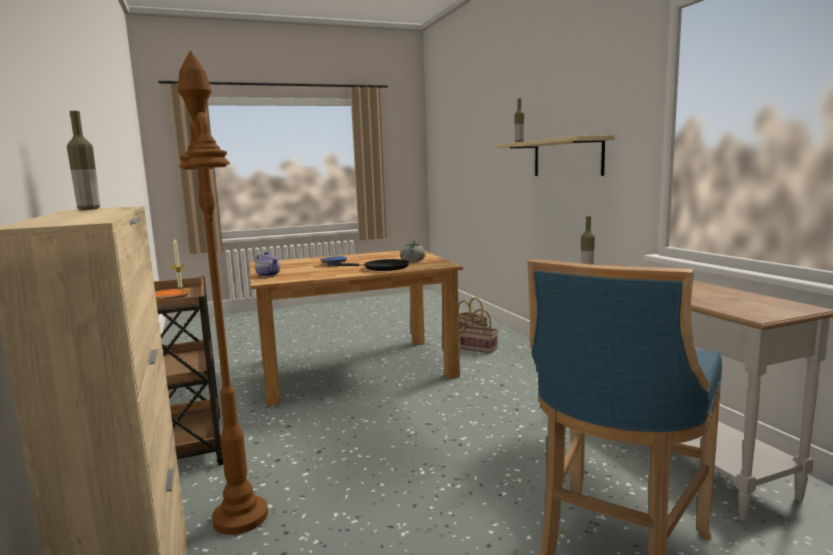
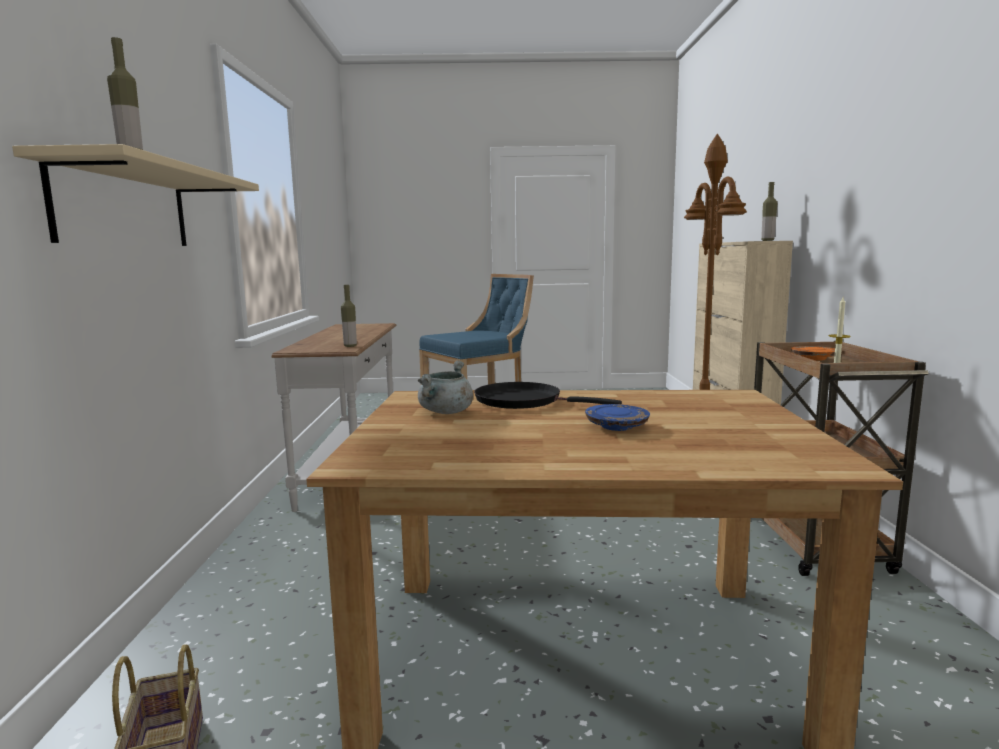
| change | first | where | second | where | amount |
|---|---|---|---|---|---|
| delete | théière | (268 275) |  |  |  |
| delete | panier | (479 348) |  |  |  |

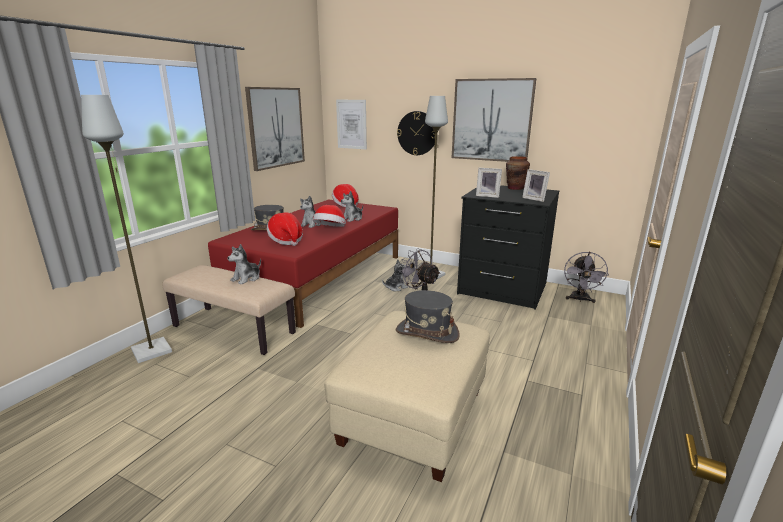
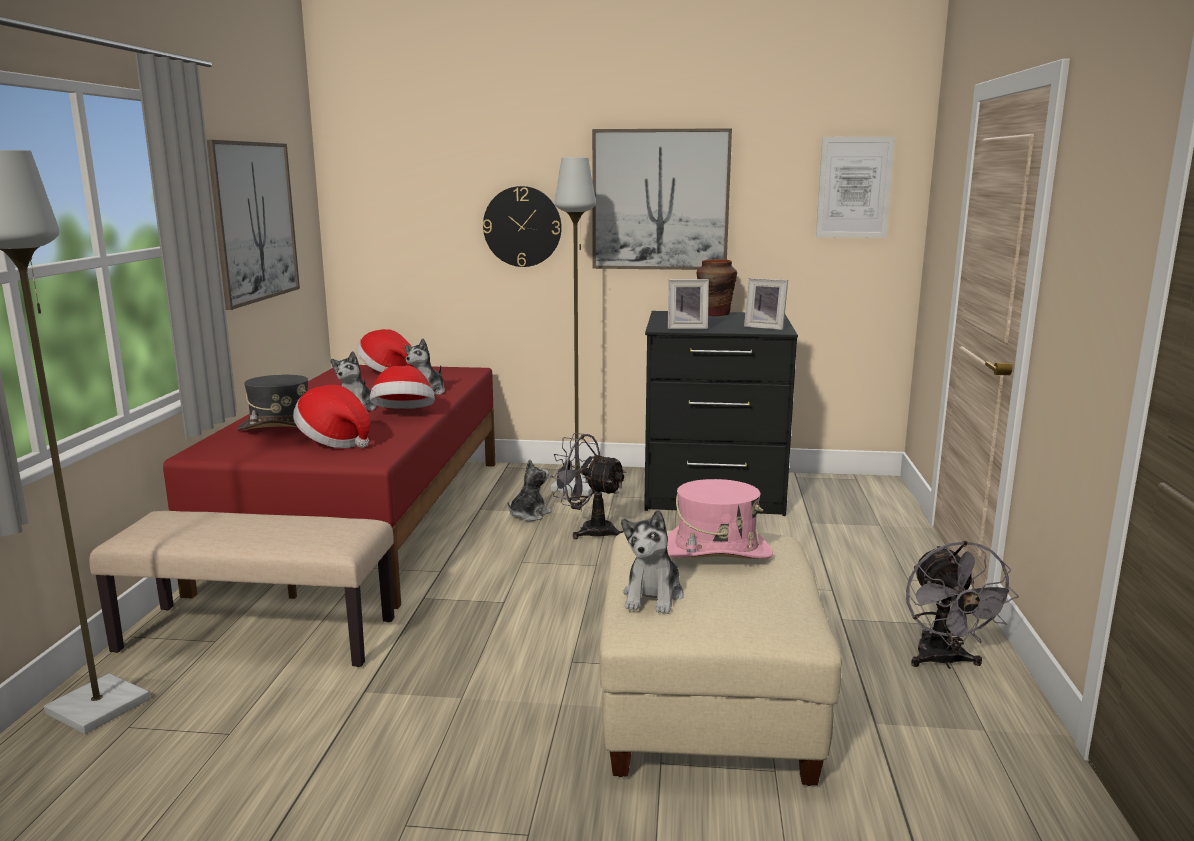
| change | first | where | second | where | amount |
|---|---|---|---|---|---|
| move | tableau | (351 124) |  | (854 187) |  |
| move | peluche | (246 278) |  | (653 596) |  |
| move | ventilateur/gris | (580 299) |  | (944 662) |  |
| recolor | chapeau/gris | (427 333) | chapeau/rose | (716 552) |  |

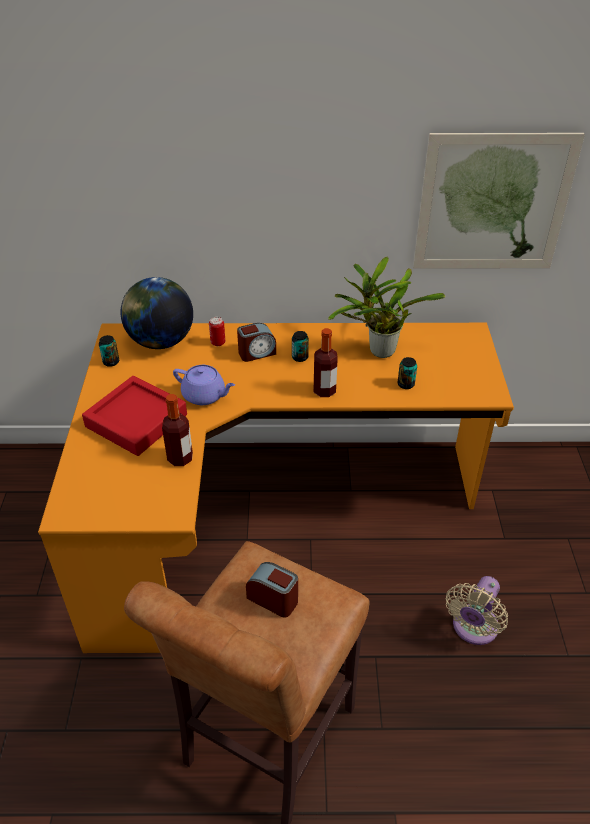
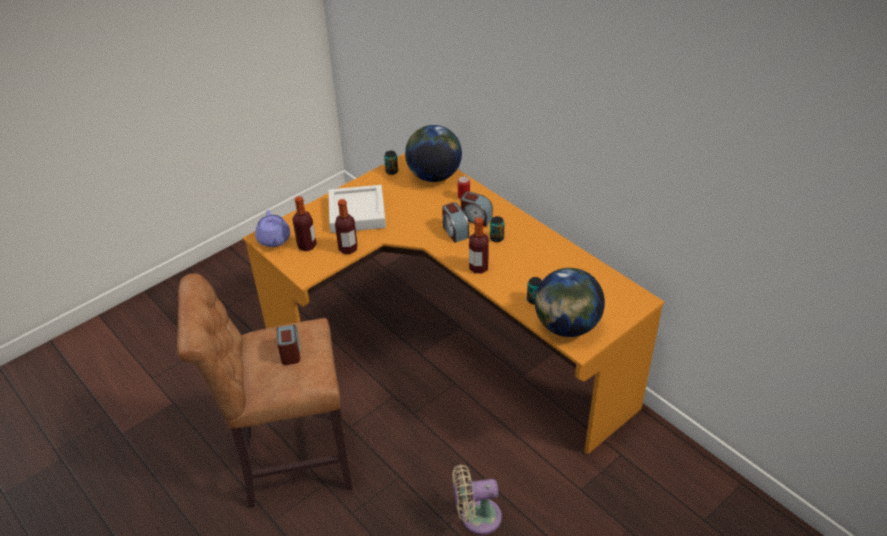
| change | first | where | second | where | amount |
|---|---|---|---|---|---|
| delete | tableau | (493 204) |  |  |  |
| delete | plante en pot | (378 351) |  |  |  |
| move | théière/violet | (205 395) |  | (274 240) |  |
| recolor | plateau/rouge | (136 420) | plateau/blanc | (357 213) |  |
| insert |  |  | bouteille | (307 246) |  |
| insert |  |  | réveil | (455 231) |  |
| insert |  |  | globe | (566 326) |  |

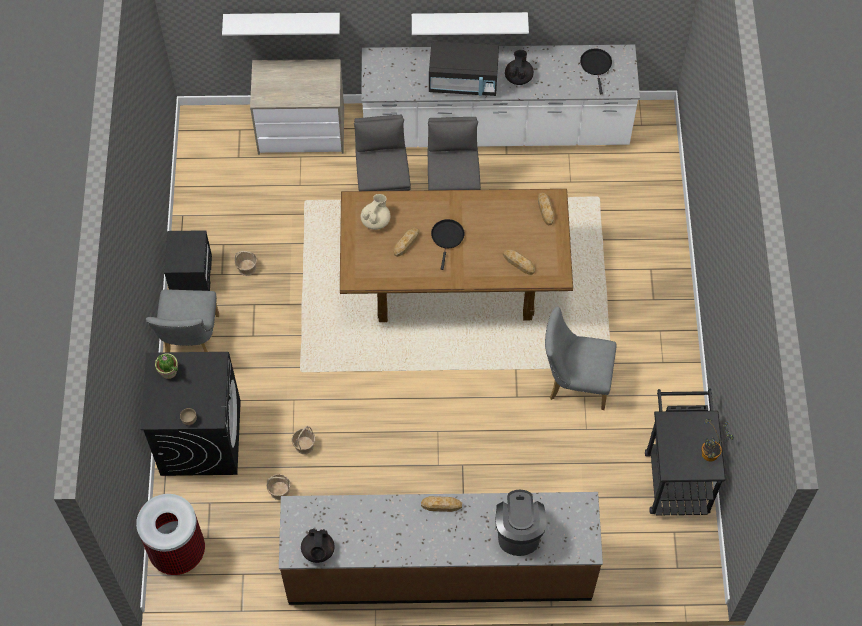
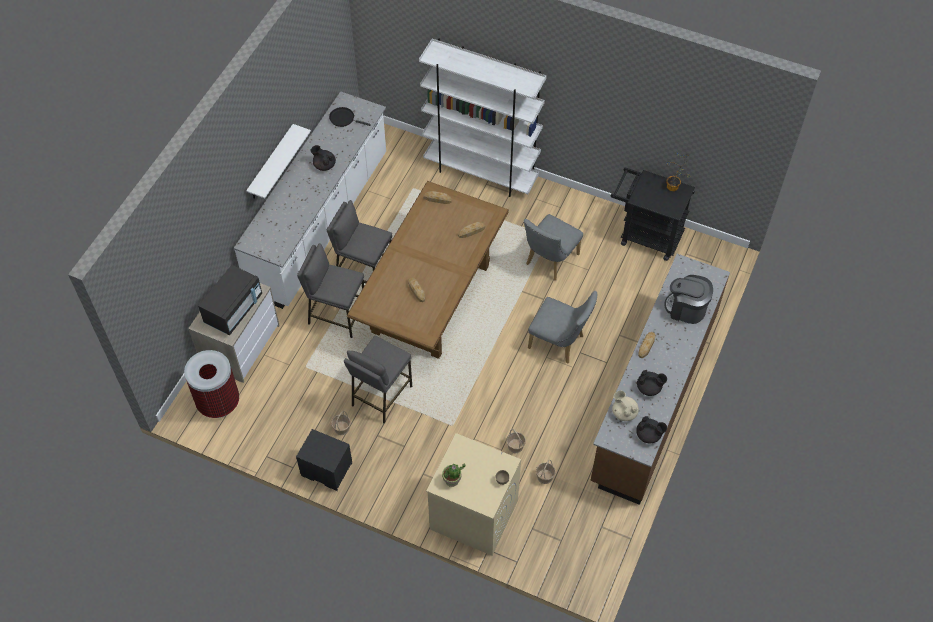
| change | first | where | second | where | amount |
|---|---|---|---|---|---|
| delete | étagère/blanc | (282 21) |  |  |  |
| move | micro-ondes/noir | (463 81) |  | (234 309) |  |
| move | théière/beige | (376 220) |  | (624 412) |  |
| delete | poêle/noir | (447 238) |  |  |  |
| move | chaise/gris | (190 342) |  | (560 343) |  |
| recolor | lave-linge/noir | (200 437) | lave-linge/beige | (473 515) |  |
| move | poubelle | (178 551) |  | (218 402) |  |
| insert |  |  | bibliothèque/blanc | (481 173) |  |
| insert |  |  | tabouret/gris | (381 395) |  |
| insert |  |  | théière/noir | (649 388) |  |

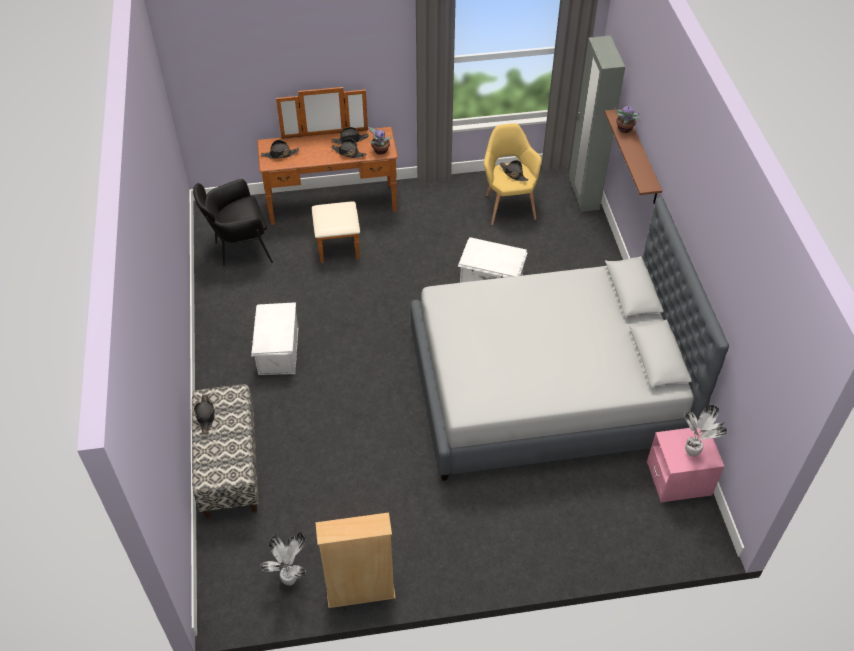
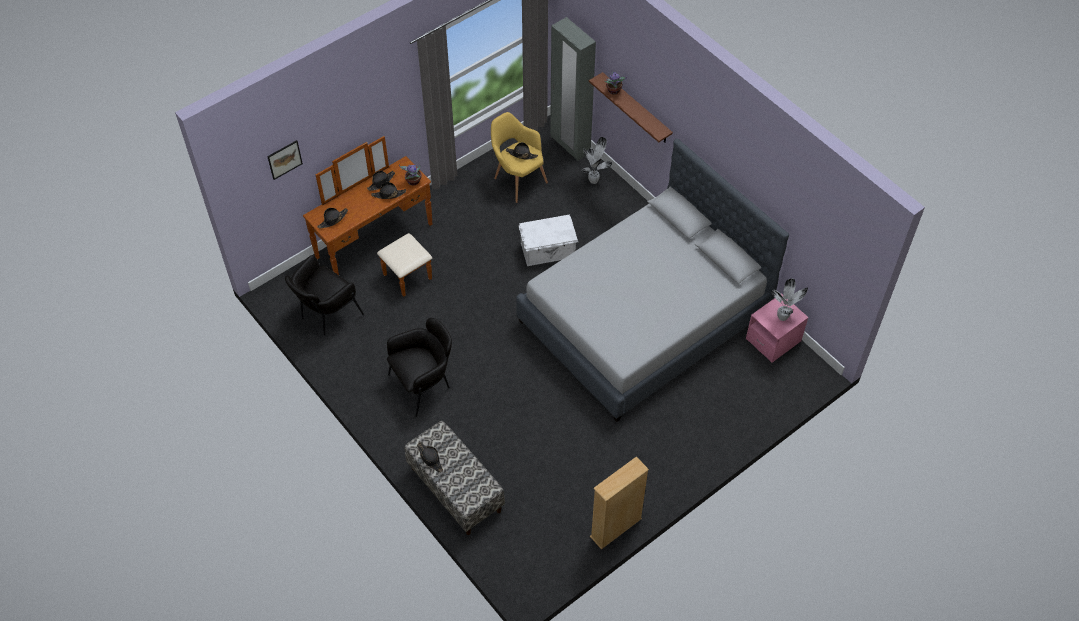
| change | first | where | second | where | amount |
|---|---|---|---|---|---|
| replace | boîte de rangement/blanc | (277 351) | fauteuil/noir | (424 384) |  |
| move | plante en pot | (291 579) |  | (594 180) |  |
| insert |  |  | tableau | (284 159) |  |

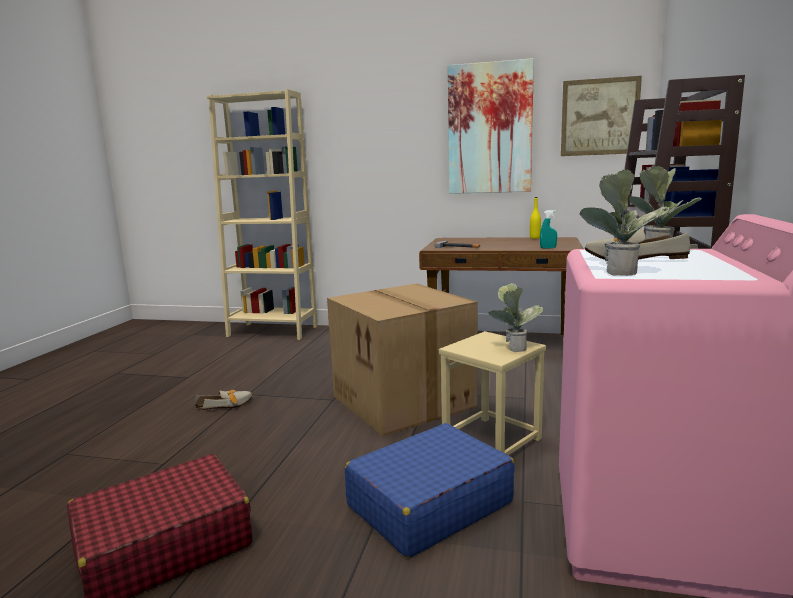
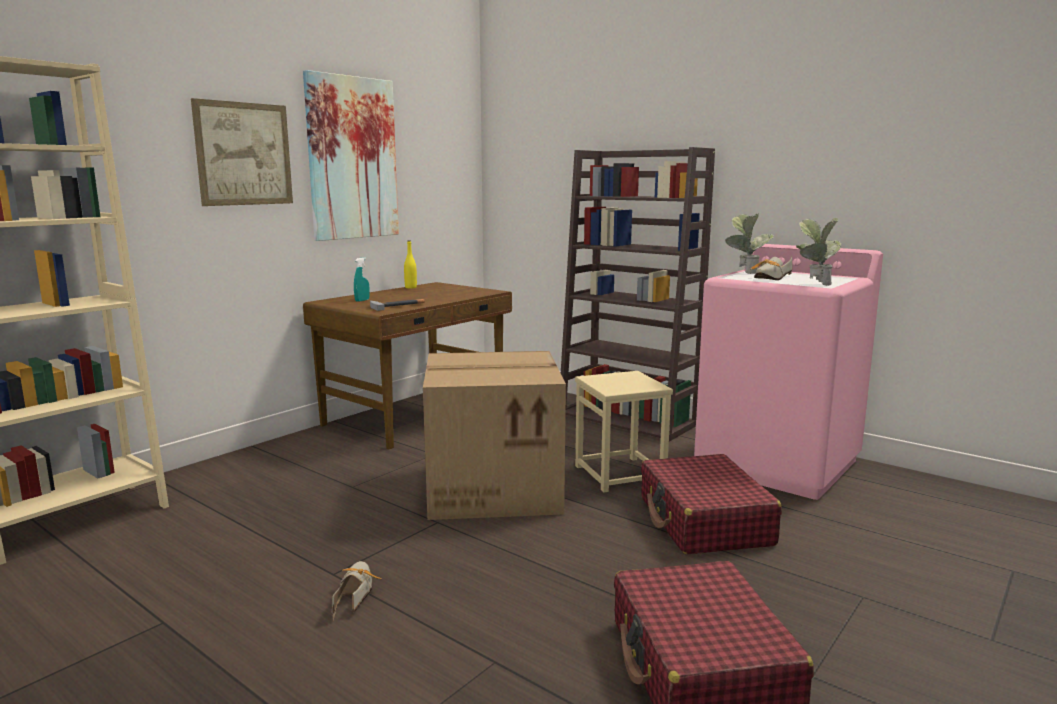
| change | first | where | second | where | amount |
|---|---|---|---|---|---|
| move | tableau | (599 117) |  | (244 154) |  |
| move | vaporisateur/turquoise | (548 248) |  | (362 300) |  |
| delete | plante en pot | (513 347) |  |  |  |
| recolor | valise/bleu | (428 504) | valise/rouge | (704 521) |  |

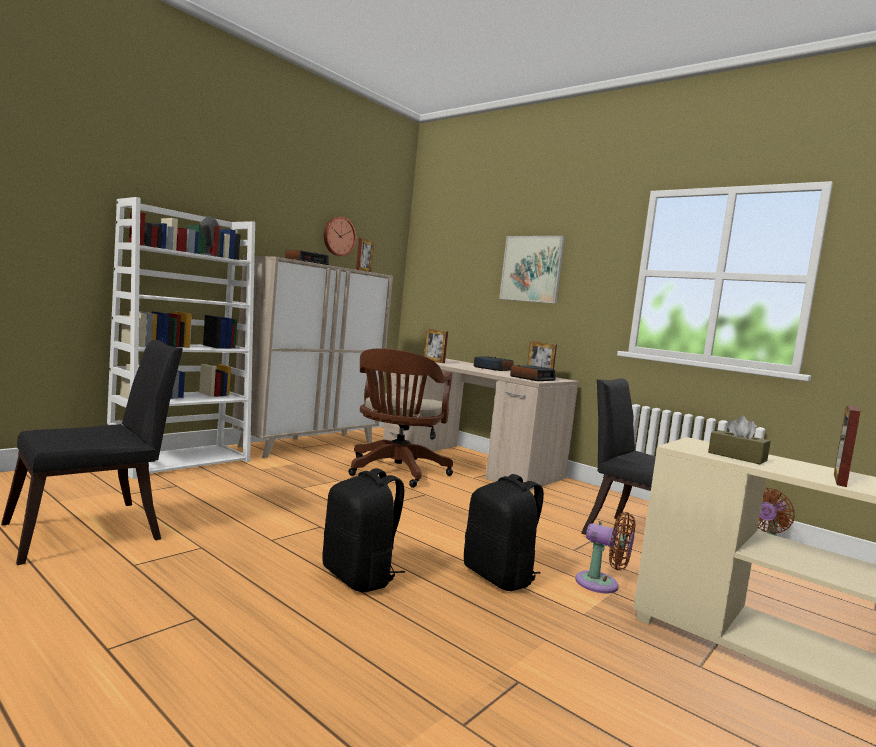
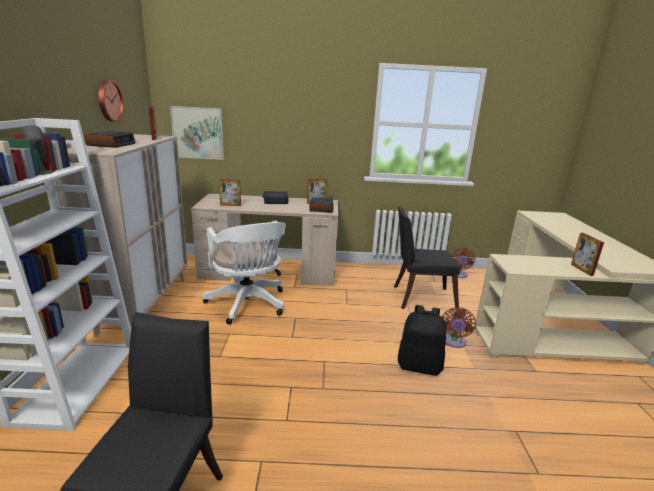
| change | first | where | second | where | amount |
|---|---|---|---|---|---|
| move | tableau | (531 269) |  | (198 133) |  |
| recolor | chaise de bureau/marron | (395 472) | chaise de bureau/blanc | (248 305) |  |
| delete | boîte à mouchoirs/marron | (737 457) |  |  |  |
| delete | sac à dos/noir | (360 577) |  |  |  |
| rotate | ventilateur/marron | (602 584) |  | (453 342) | 120 degrees clockwise |

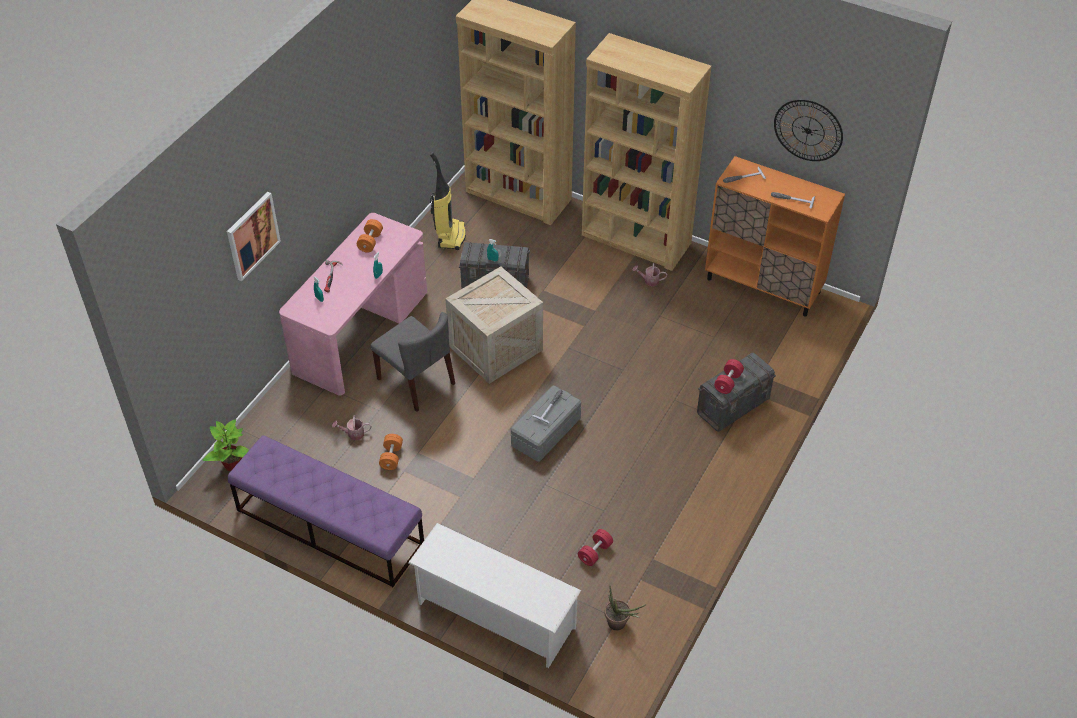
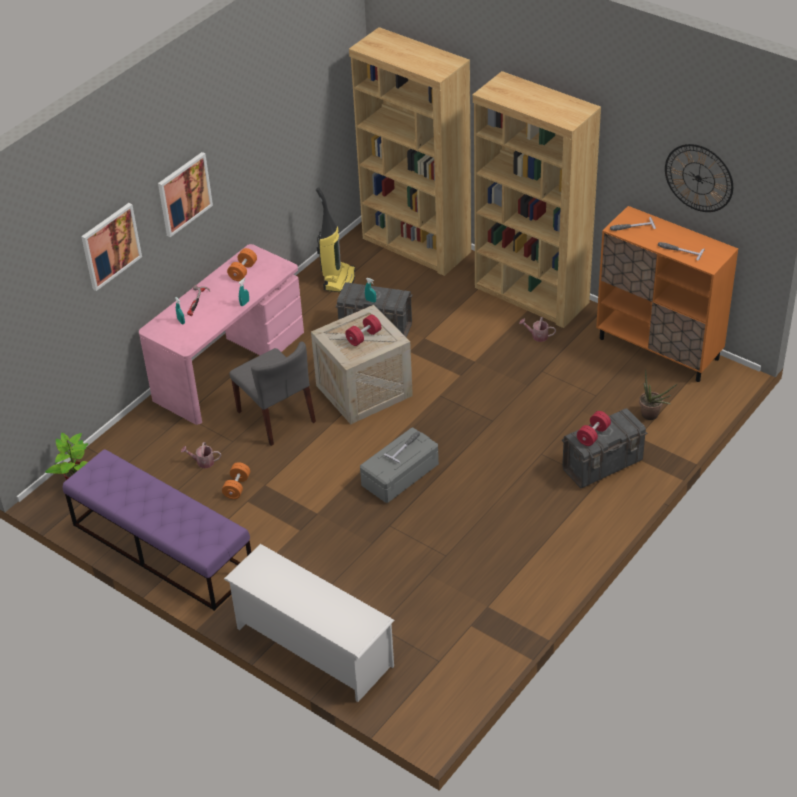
| change | first | where | second | where | amount |
|---|---|---|---|---|---|
| move | haltère/rouge | (595 552) |  | (363 337) |  |
| move | plante en pot | (620 625) |  | (652 416) |  |
| insert |  |  | tableau | (184 193) |  |

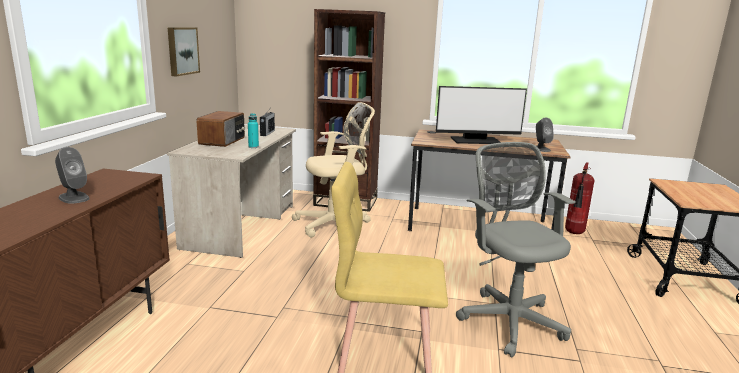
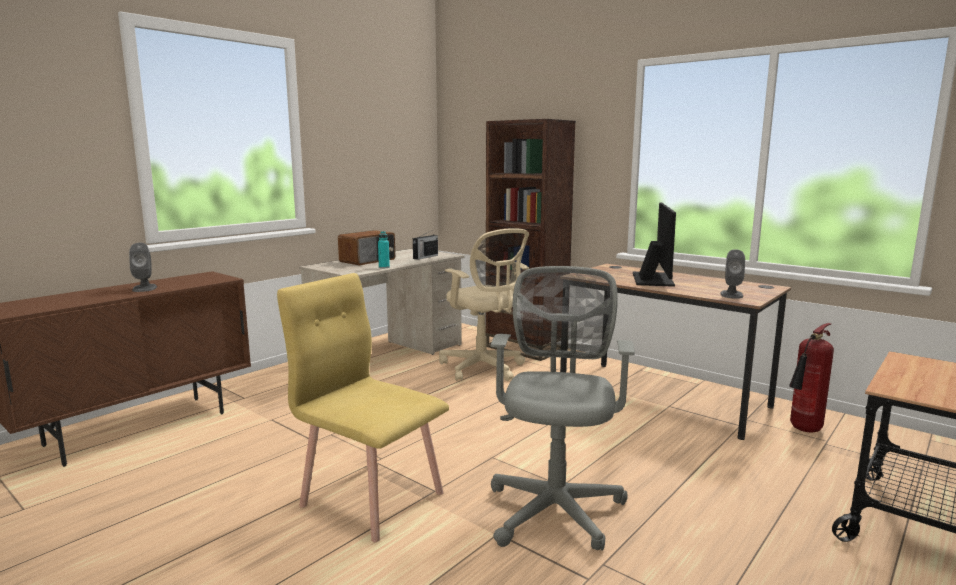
| change | first | where | second | where | amount |
|---|---|---|---|---|---|
| delete | tableau | (182 51) |  |  |  |
| rotate | écran d'ordinateur | (476 141) |  | (654 279) | 105 degrees counterclockwise |
| rotate | chaise de bureau/beige | (335 225) |  | (484 368) | 45 degrees clockwise |

